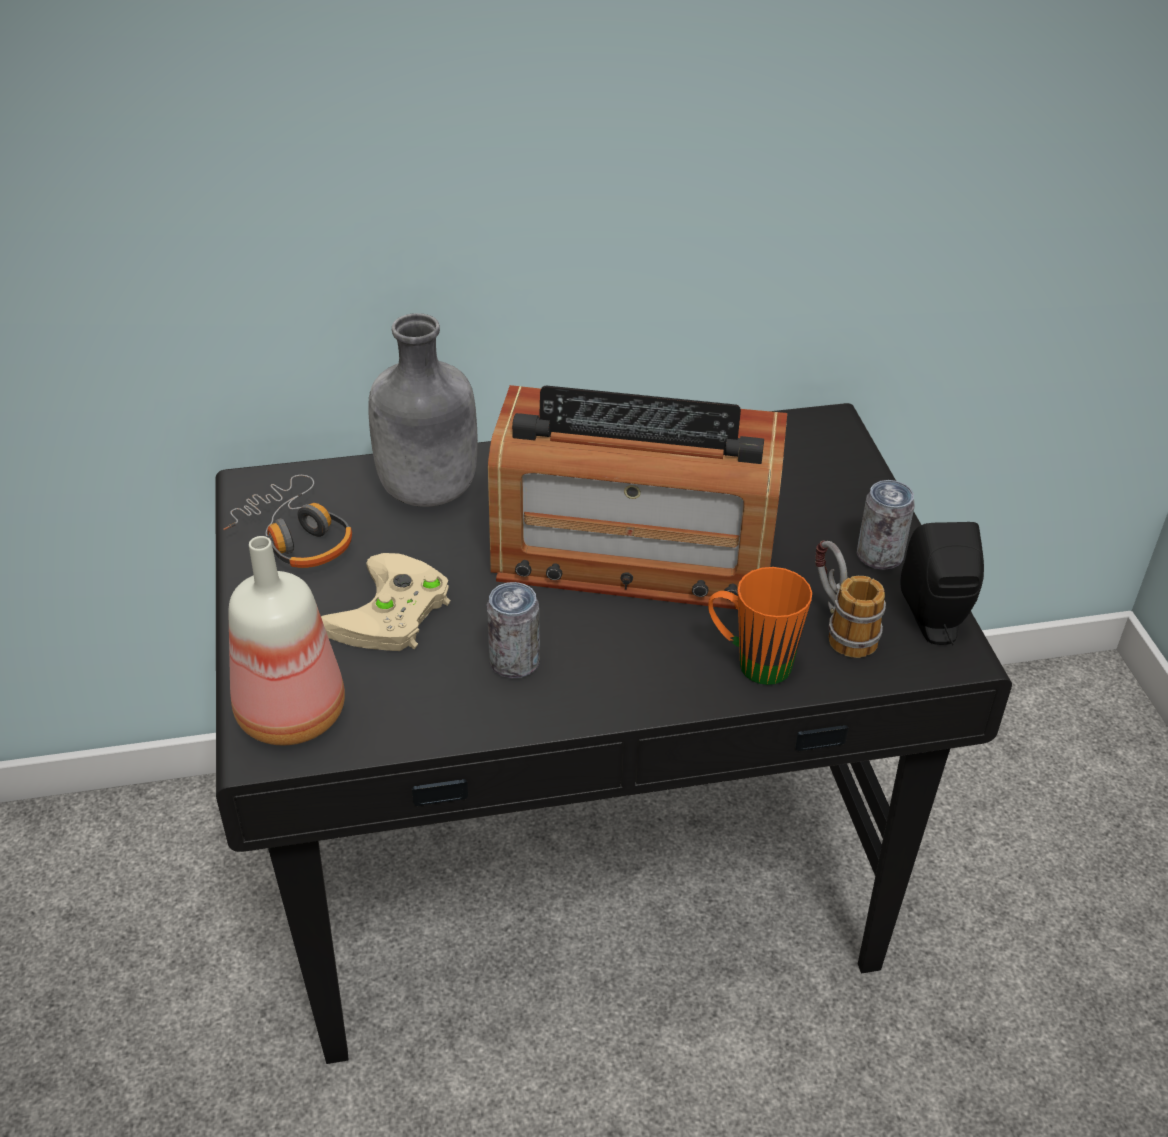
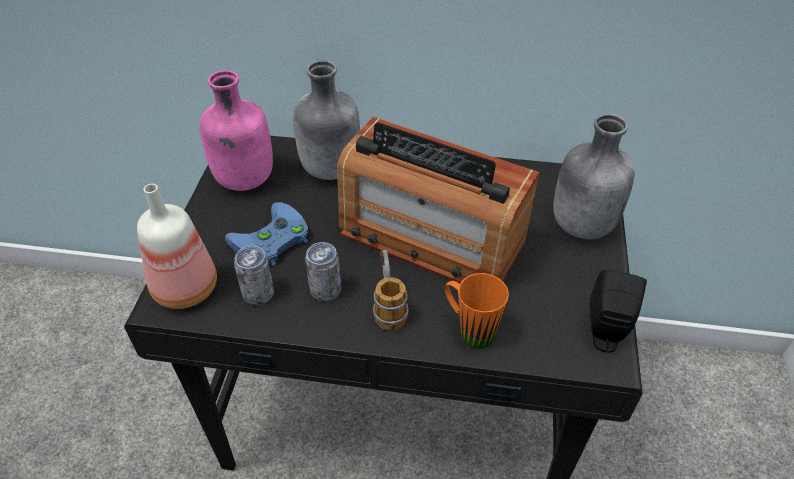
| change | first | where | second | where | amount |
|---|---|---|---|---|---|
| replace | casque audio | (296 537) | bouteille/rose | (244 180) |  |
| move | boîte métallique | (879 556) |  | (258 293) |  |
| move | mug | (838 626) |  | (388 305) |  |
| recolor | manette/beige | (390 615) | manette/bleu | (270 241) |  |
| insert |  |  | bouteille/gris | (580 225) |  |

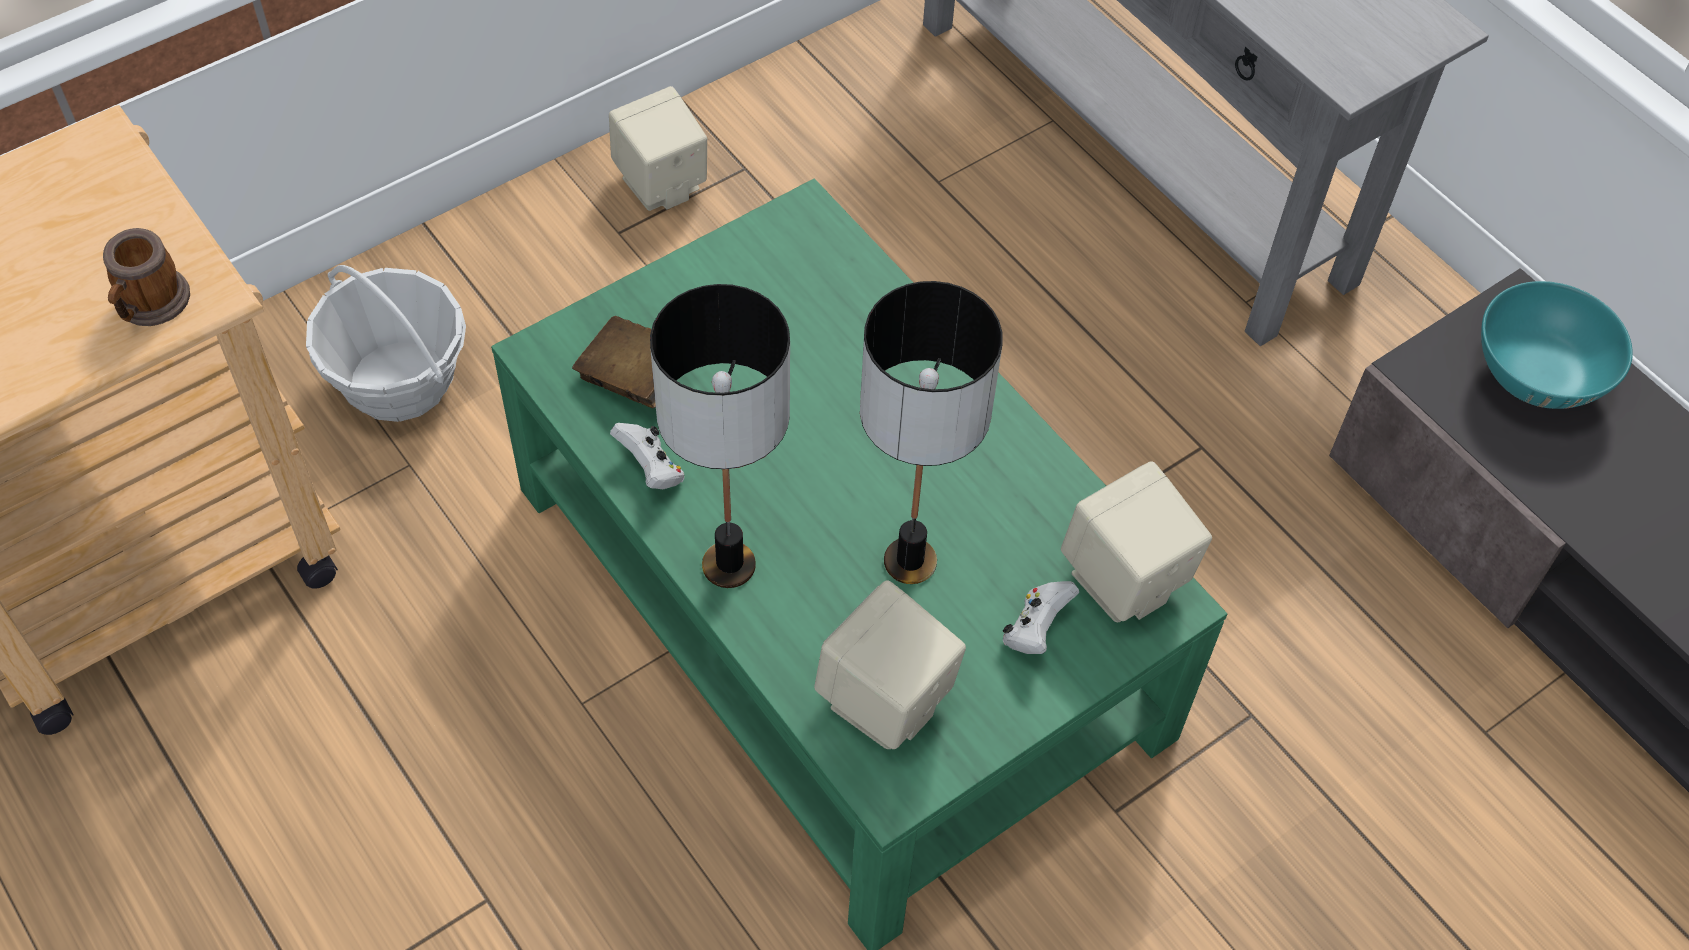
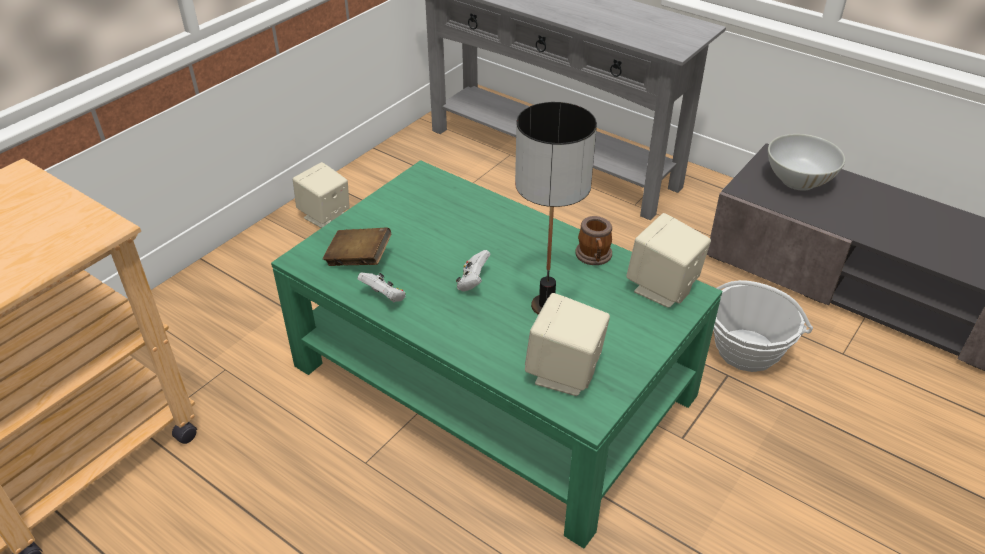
| change | first | where | second | where | amount |
|---|---|---|---|---|---|
| move | mug | (149 305) |  | (594 257) |  |
| move | panier | (399 381) |  | (746 350) |  |
| recolor | bol/turquoise | (1535 377) | bol/blanc | (798 180) |  |
| delete | lampe de table | (729 567) |  |  |  |
| move | manette/blanc | (1035 630) |  | (473 282) |  |

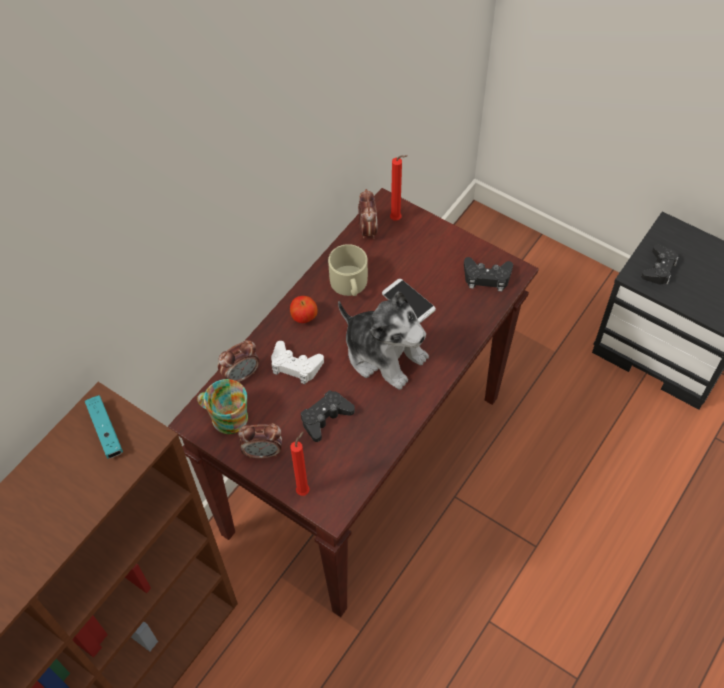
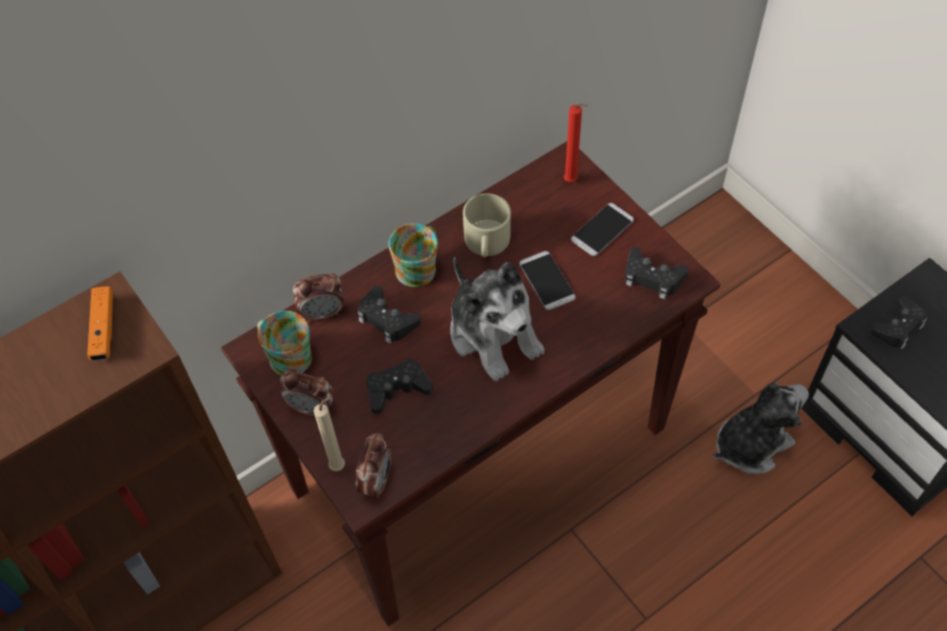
| change | first | where | second | where | amount |
|---|---|---|---|---|---|
| move | réveil | (367 230) |  | (376 480) |  |
| replace | pomme | (304 317) | mug | (419 266) |  |
| recolor | manette/blanc | (295 366) | manette/noir | (387 319) |  |
| recolor | manette/turquoise | (105 431) | manette/orange | (103 329) |  |
| recolor | bougie/rouge | (304 490) | bougie/beige | (340 465) |  |
| insert |  |  | téléphone | (602 230) |  |
| insert |  |  | peluche | (750 443) |  |

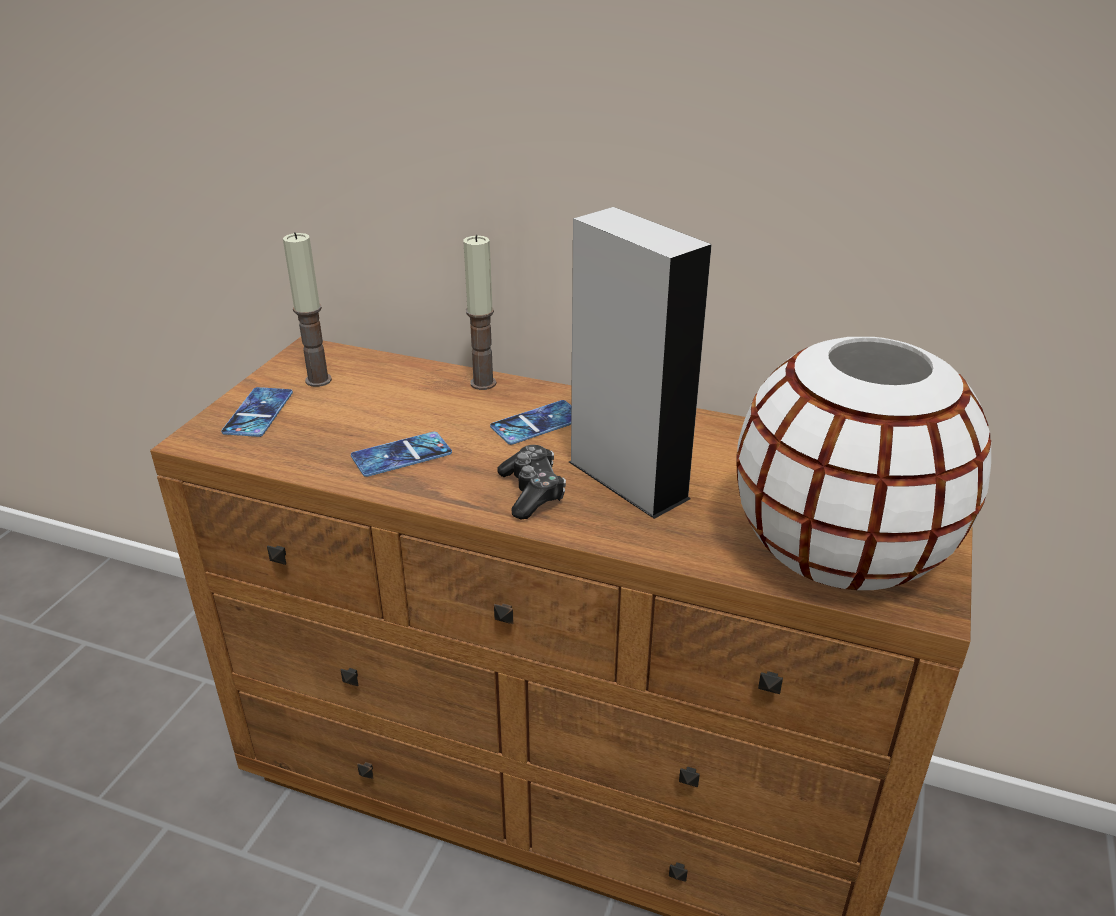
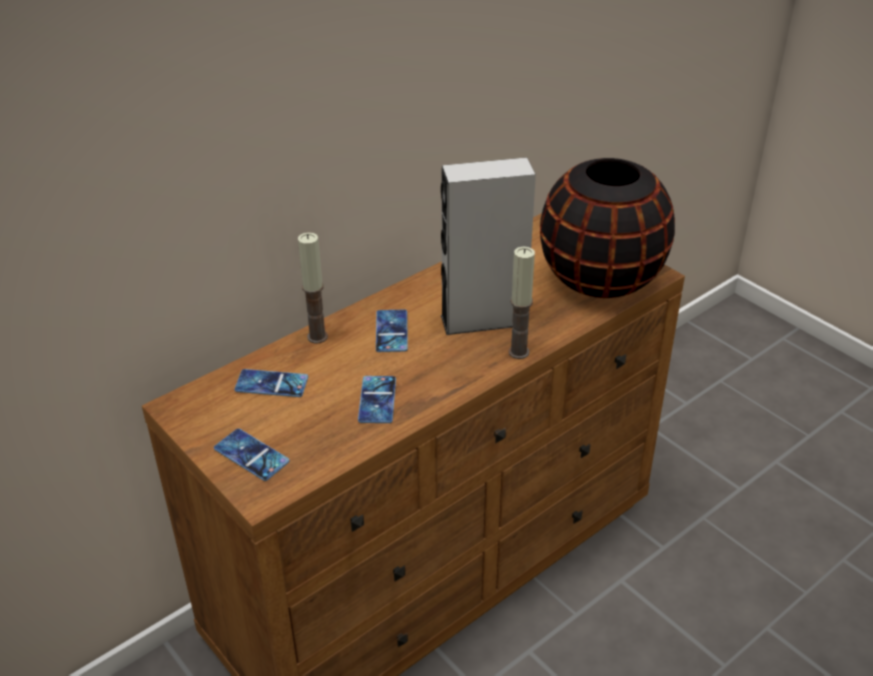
| change | first | where | second | where | amount |
|---|---|---|---|---|---|
| move | bougie | (318 380) |  | (519 352) |  |
| recolor | vase/blanc | (839 550) | vase/noir | (600 279) |  |
| delete | manette | (532 492) |  |  |  |
| insert |  |  | téléphone | (271 384) |  |

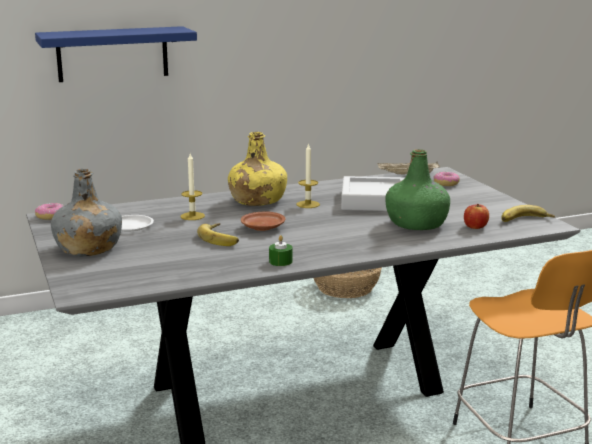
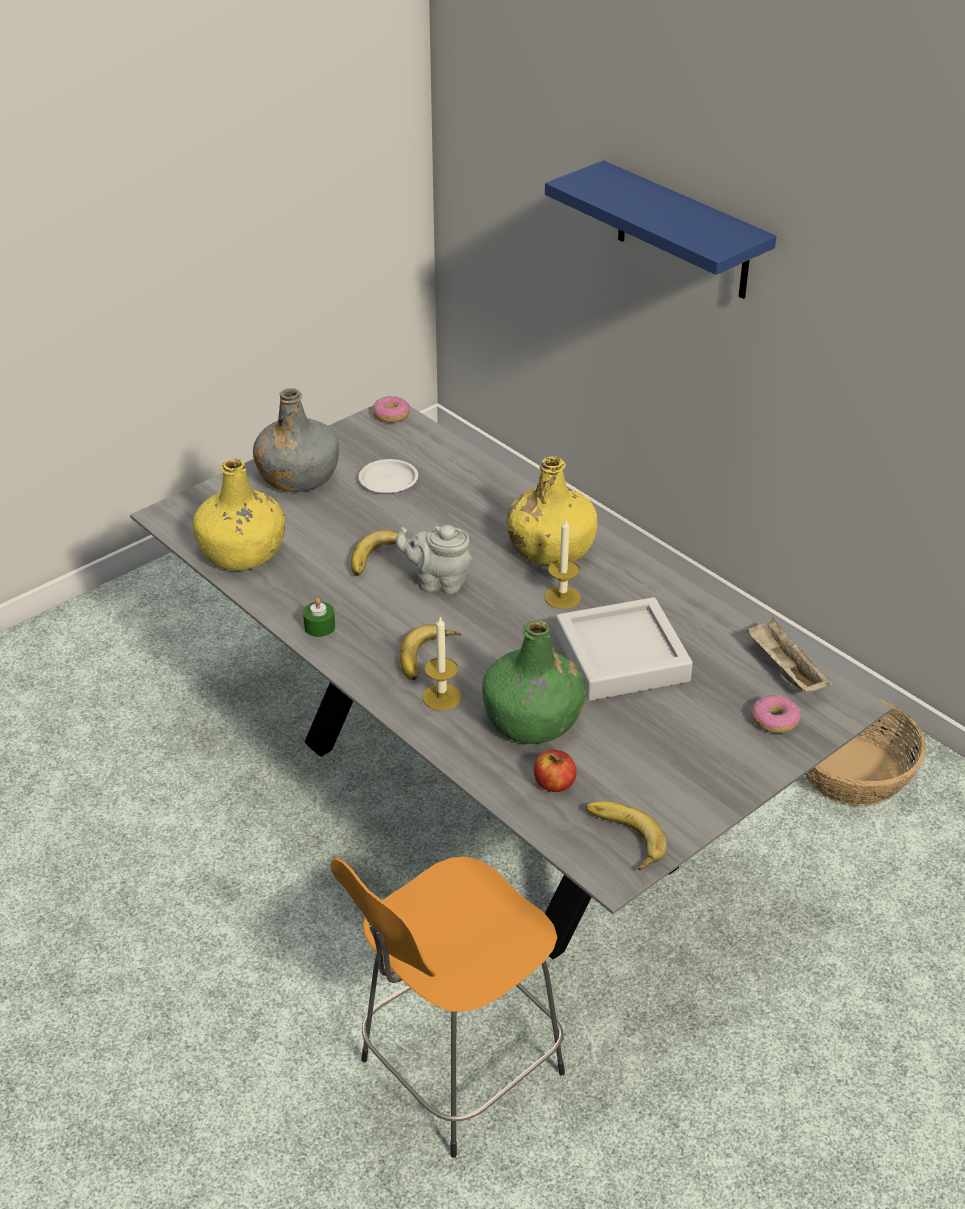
| change | first | where | second | where | amount |
|---|---|---|---|---|---|
| move | bougie | (192 216) |  | (442 697) |  |
| replace | assiette/marron | (263 228) | théière/gris | (438 582) |  |
| insert |  |  | bouteille/jaune | (243 552) |  |
| insert |  |  | banane | (429 658) |  |

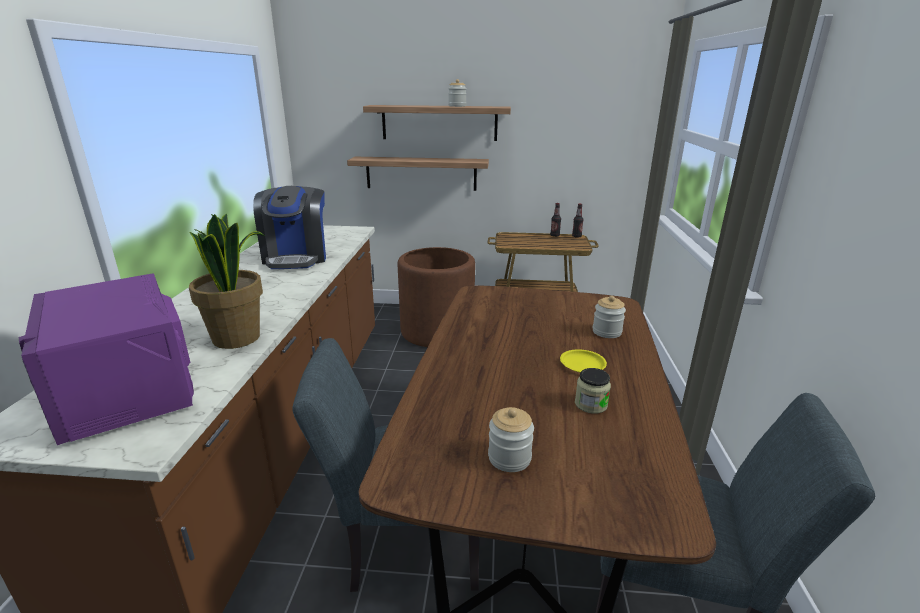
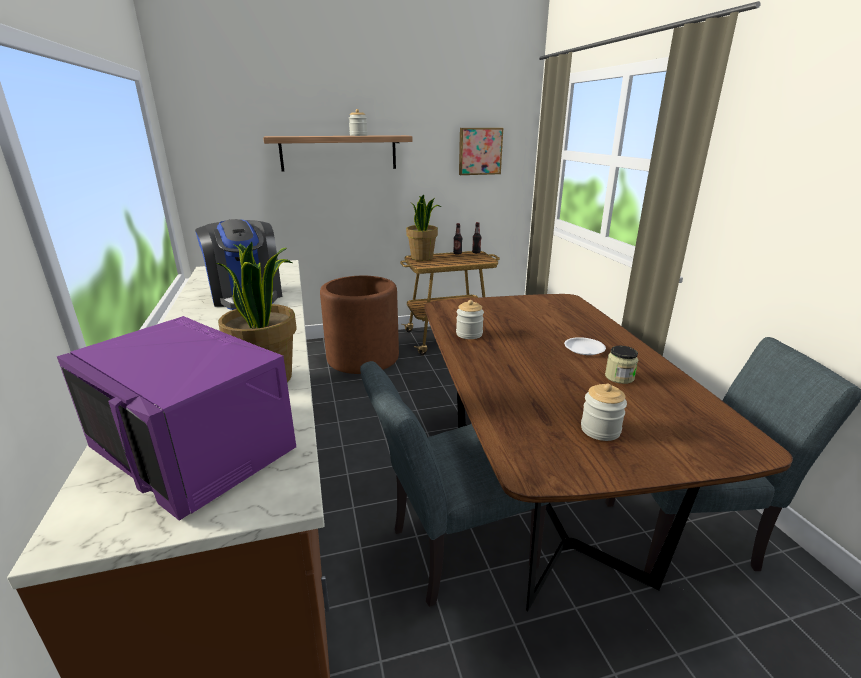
| change | first | where | second | where | amount |
|---|---|---|---|---|---|
| delete | étagère | (421 173) |  |  |  |
| move | bocal | (606 332) |  | (469 334) |  |
| recolor | assiette/jaune | (583 364) | assiette/blanc | (584 349) |  |
| insert |  |  | tableau | (479 151) |  |
| insert |  |  | plante en pot | (422 257) |  |

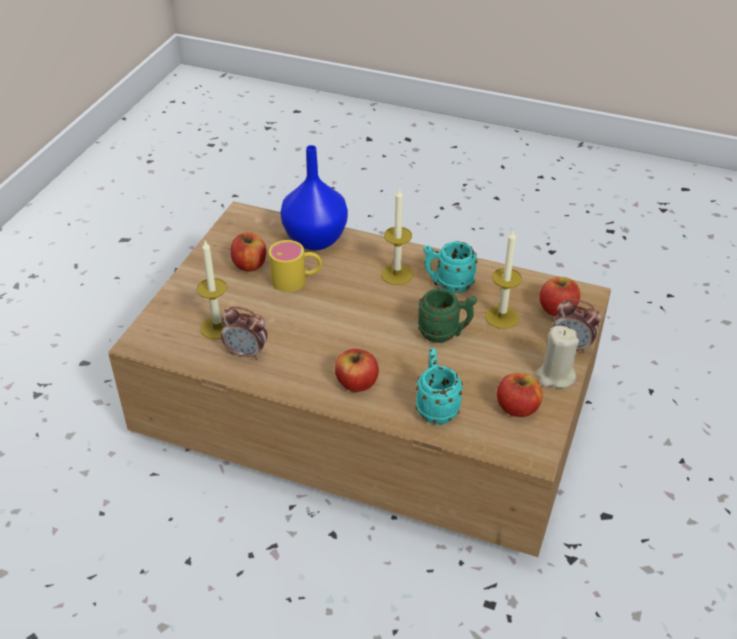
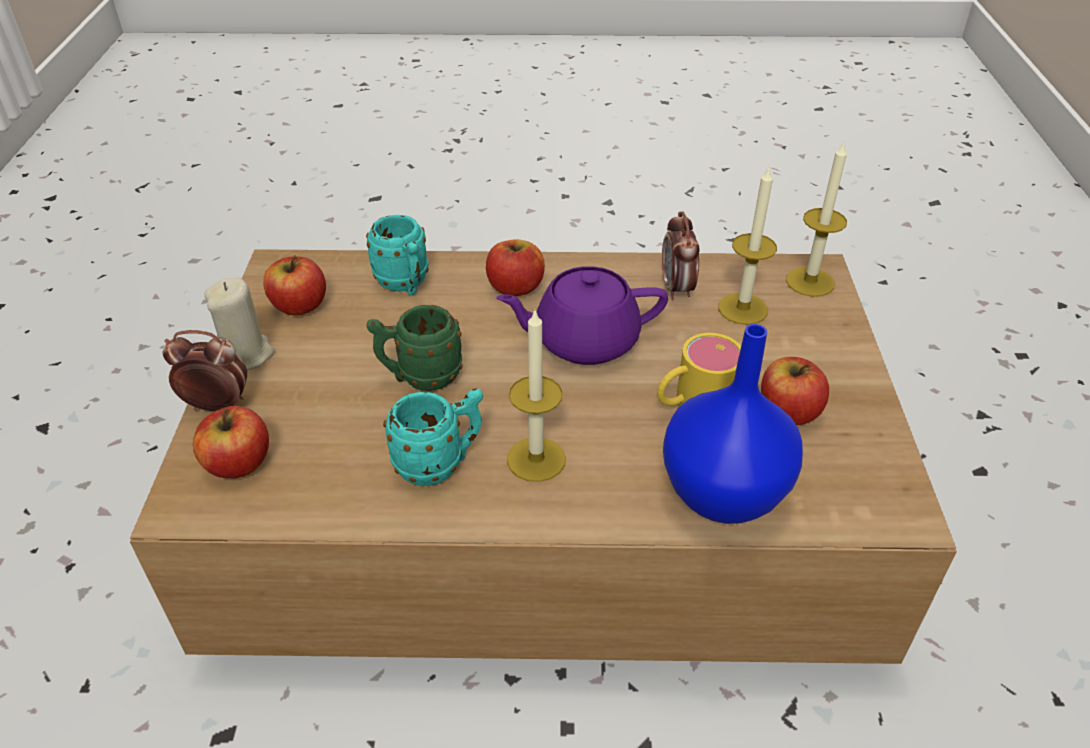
| change | first | where | second | where | amount |
|---|---|---|---|---|---|
| move | bougie | (502 317) |  | (810 282) |  |
| rotate | réveil | (246 353) |  | (677 288) | 90 degrees counterclockwise |
| insert |  |  | théière/violet | (584 341) |  |

